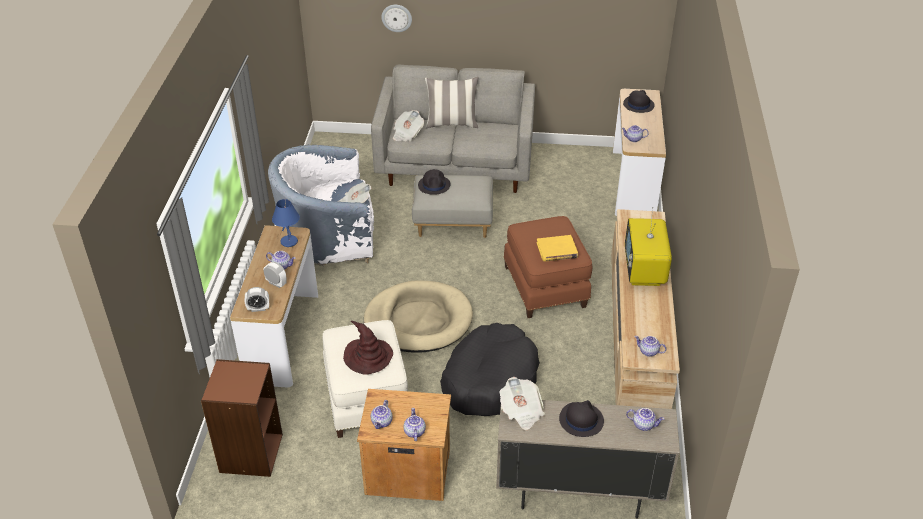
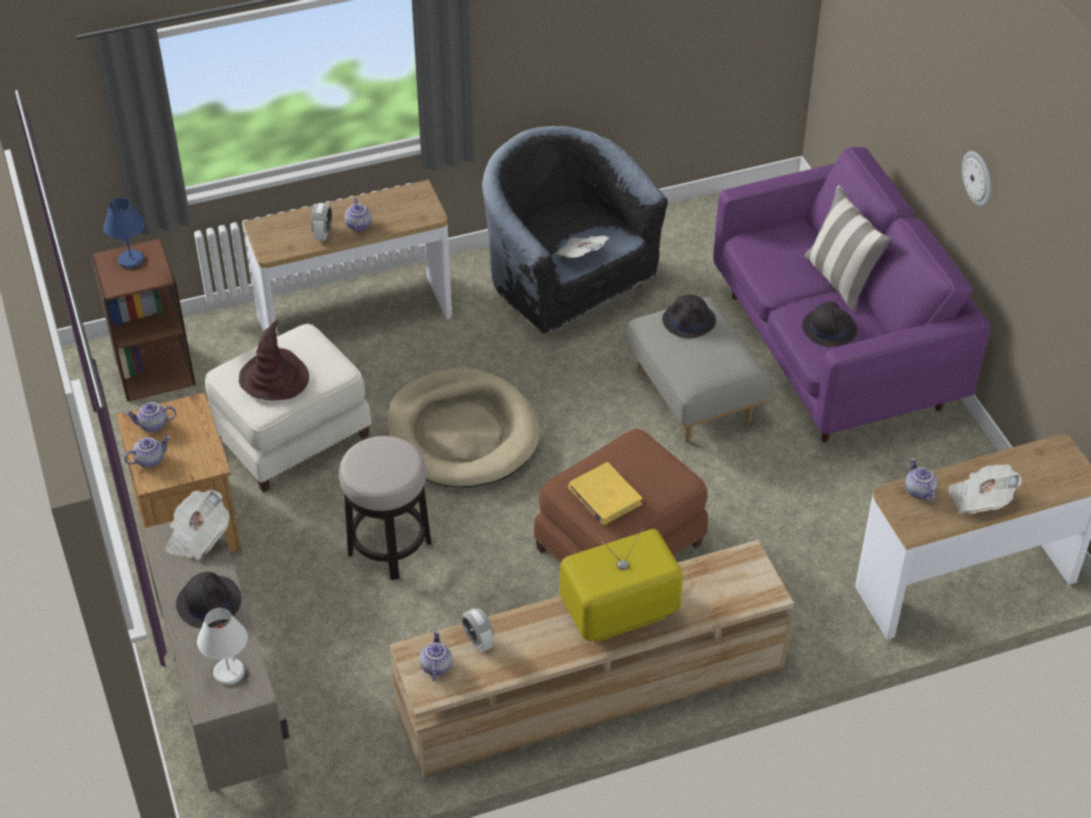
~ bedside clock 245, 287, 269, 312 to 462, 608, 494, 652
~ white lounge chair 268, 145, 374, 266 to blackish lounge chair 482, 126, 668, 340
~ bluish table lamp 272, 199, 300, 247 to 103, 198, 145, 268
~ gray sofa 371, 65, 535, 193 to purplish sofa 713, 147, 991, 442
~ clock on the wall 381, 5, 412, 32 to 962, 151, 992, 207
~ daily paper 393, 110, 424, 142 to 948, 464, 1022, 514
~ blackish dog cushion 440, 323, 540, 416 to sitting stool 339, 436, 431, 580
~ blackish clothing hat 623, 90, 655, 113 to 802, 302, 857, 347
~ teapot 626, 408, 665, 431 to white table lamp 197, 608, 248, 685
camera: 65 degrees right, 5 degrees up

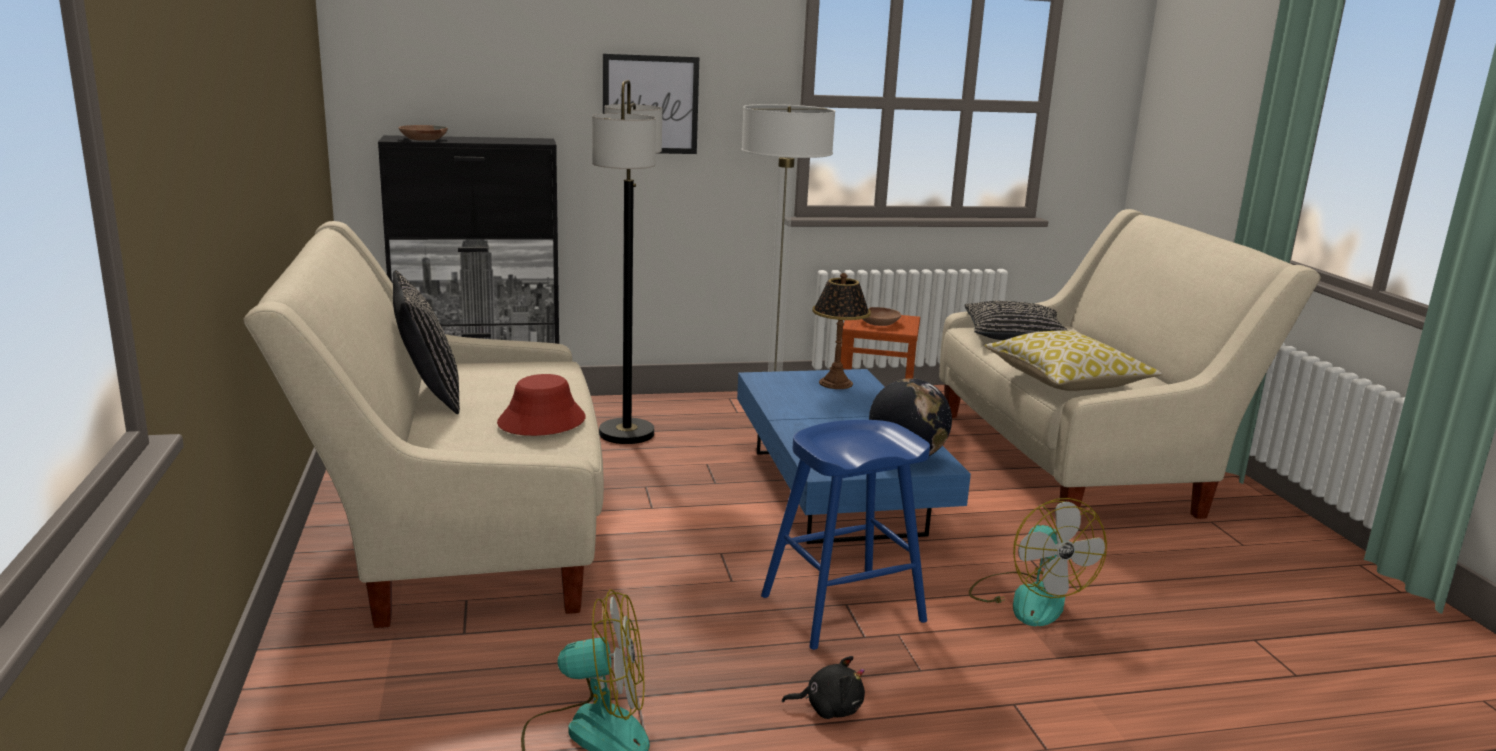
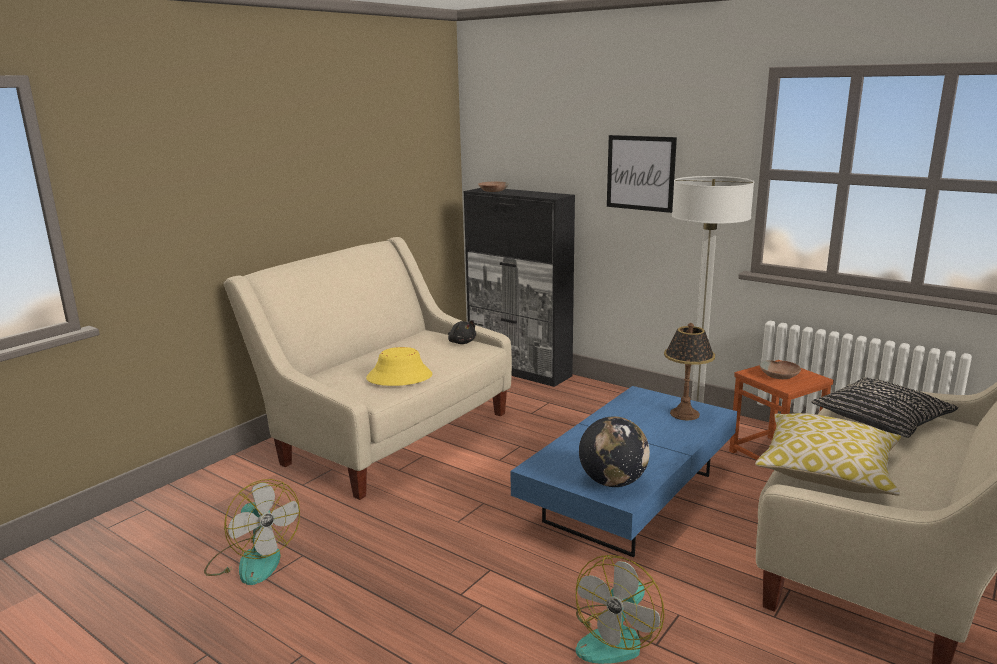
- blackish throw pillow 393, 270, 460, 414
~ red clothing hat 497, 374, 586, 436 to yellow-coloured clothing hat 366, 347, 432, 386
- floor lamp 592, 80, 662, 444
- bluish sitting stool 761, 420, 930, 650
~ blackish soft toy 782, 656, 865, 719 to 448, 320, 476, 344
camera: 50 degrees right, 0 degrees up

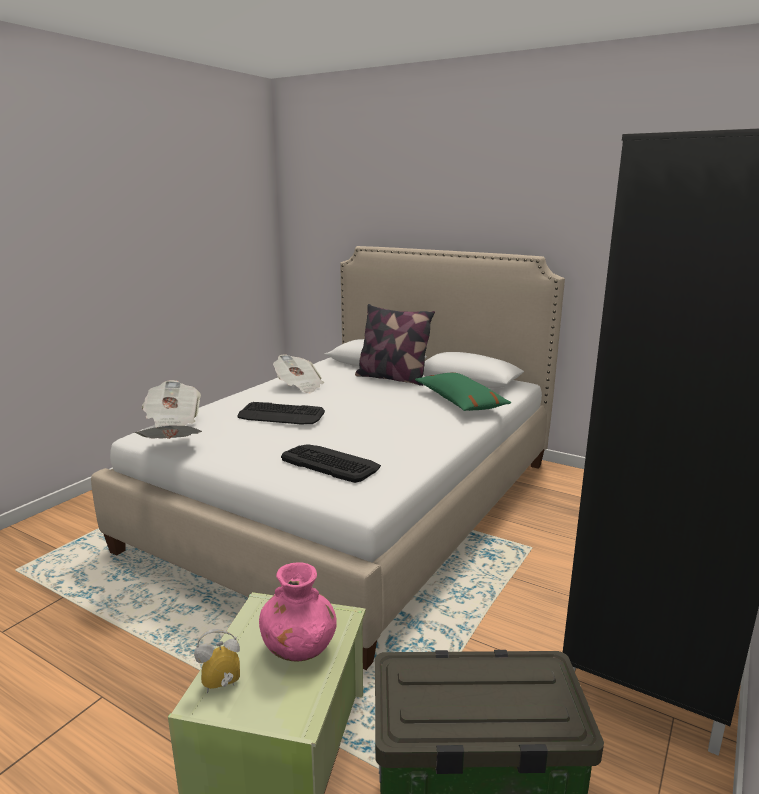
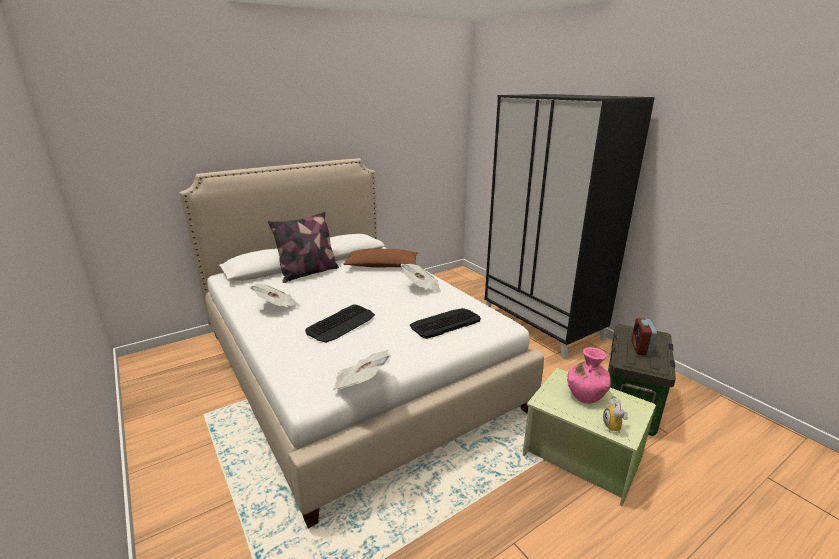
~ daily paper 142, 380, 201, 427 to 401, 264, 441, 292
~ green throw pillow 415, 373, 511, 411 to brown throw pillow 343, 249, 418, 267
+ bedside clock 631, 318, 657, 356
camera: 65 degrees left, 5 degrees up

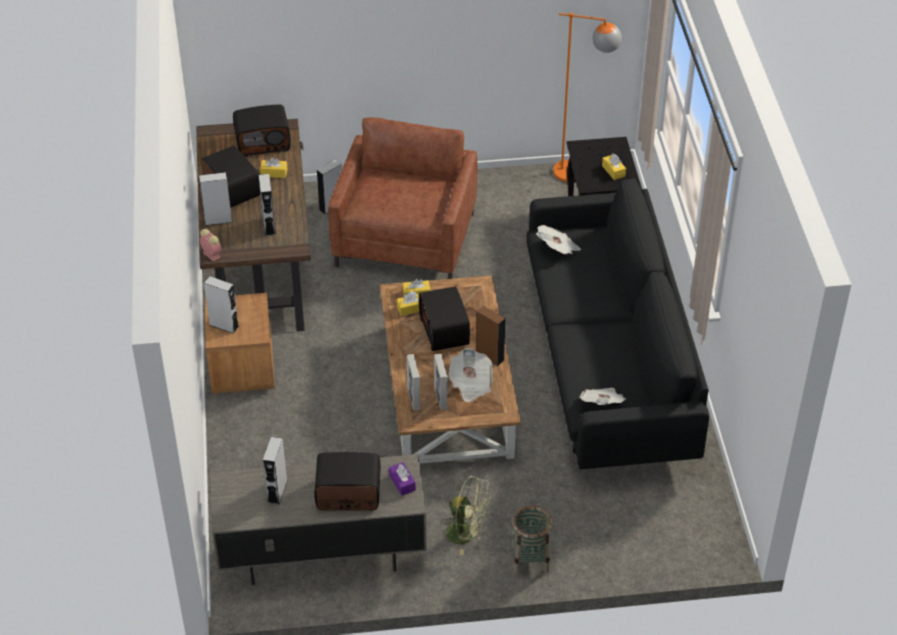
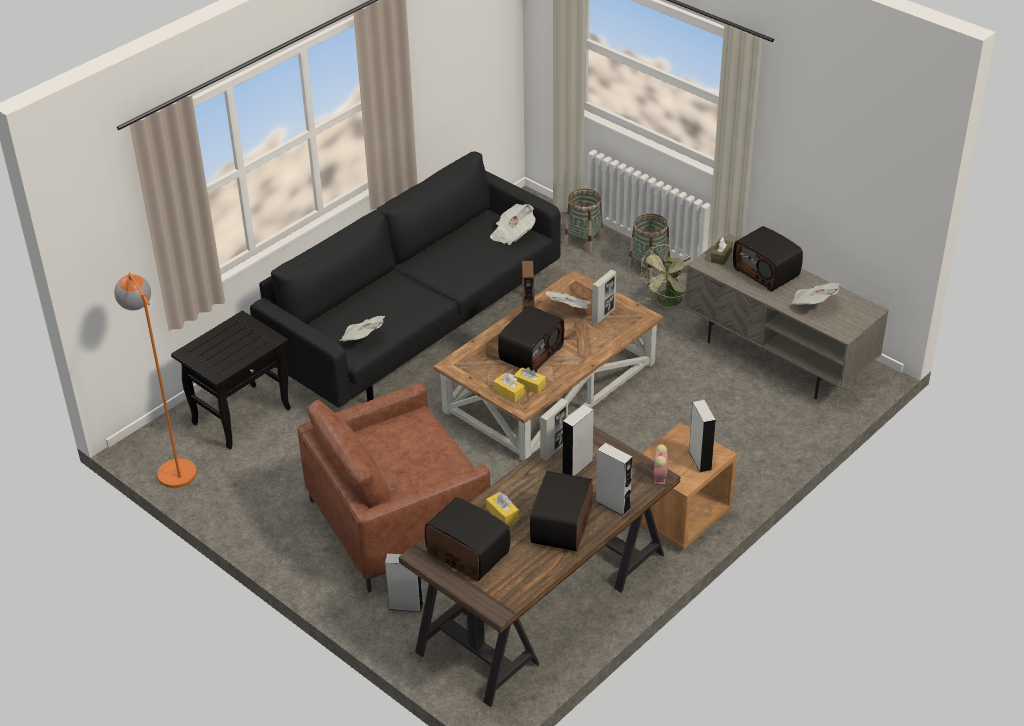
~ gray audio speaker 263, 437, 288, 504 to daily paper 791, 283, 840, 305
~ purplish box of tissues 389, 462, 416, 496 to brown box of tissues 711, 237, 733, 265
~ photo frame 407, 354, 421, 410 to 540, 398, 568, 460
~ green cooling fan 441, 475, 491, 555 = 639, 244, 692, 306 135 degrees counterclockwise
- yellow-coloured box of tissues 602, 154, 626, 180
+ household basket 564, 189, 603, 253
camera: 130 degrees left, 5 degrees down

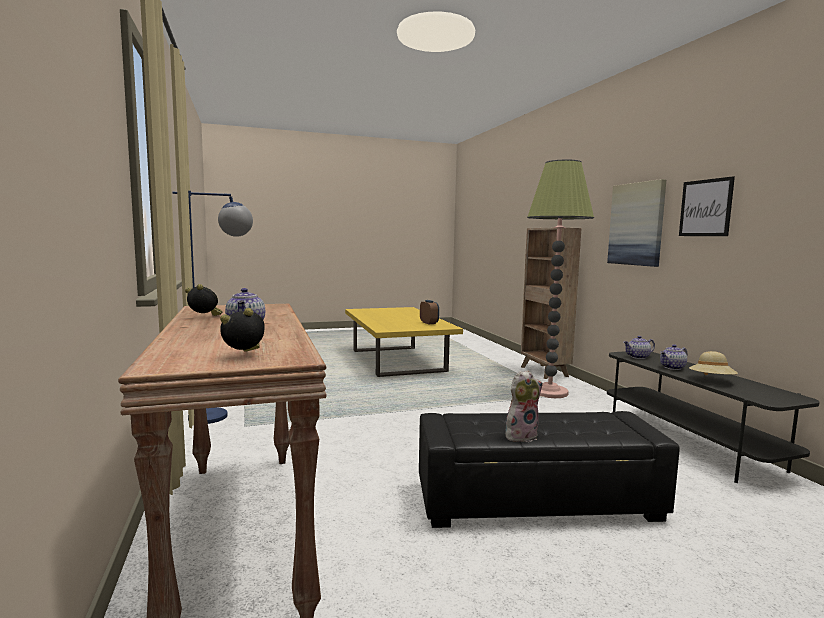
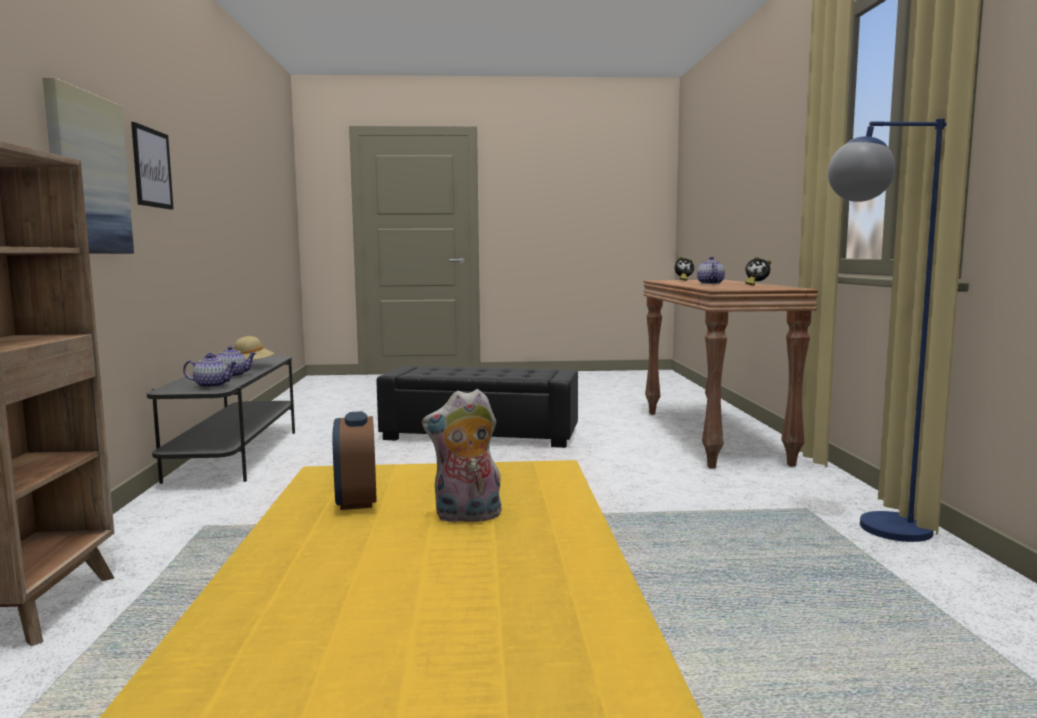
~ soft toy 505, 370, 543, 442 to 422, 389, 503, 524
- floor lamp 527, 159, 594, 398
camera: 165 degrees left, 0 degrees up

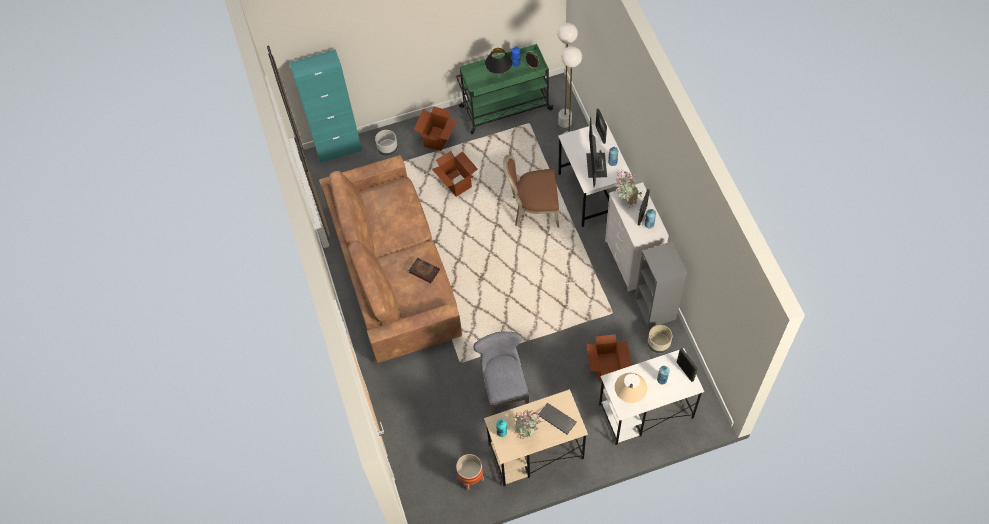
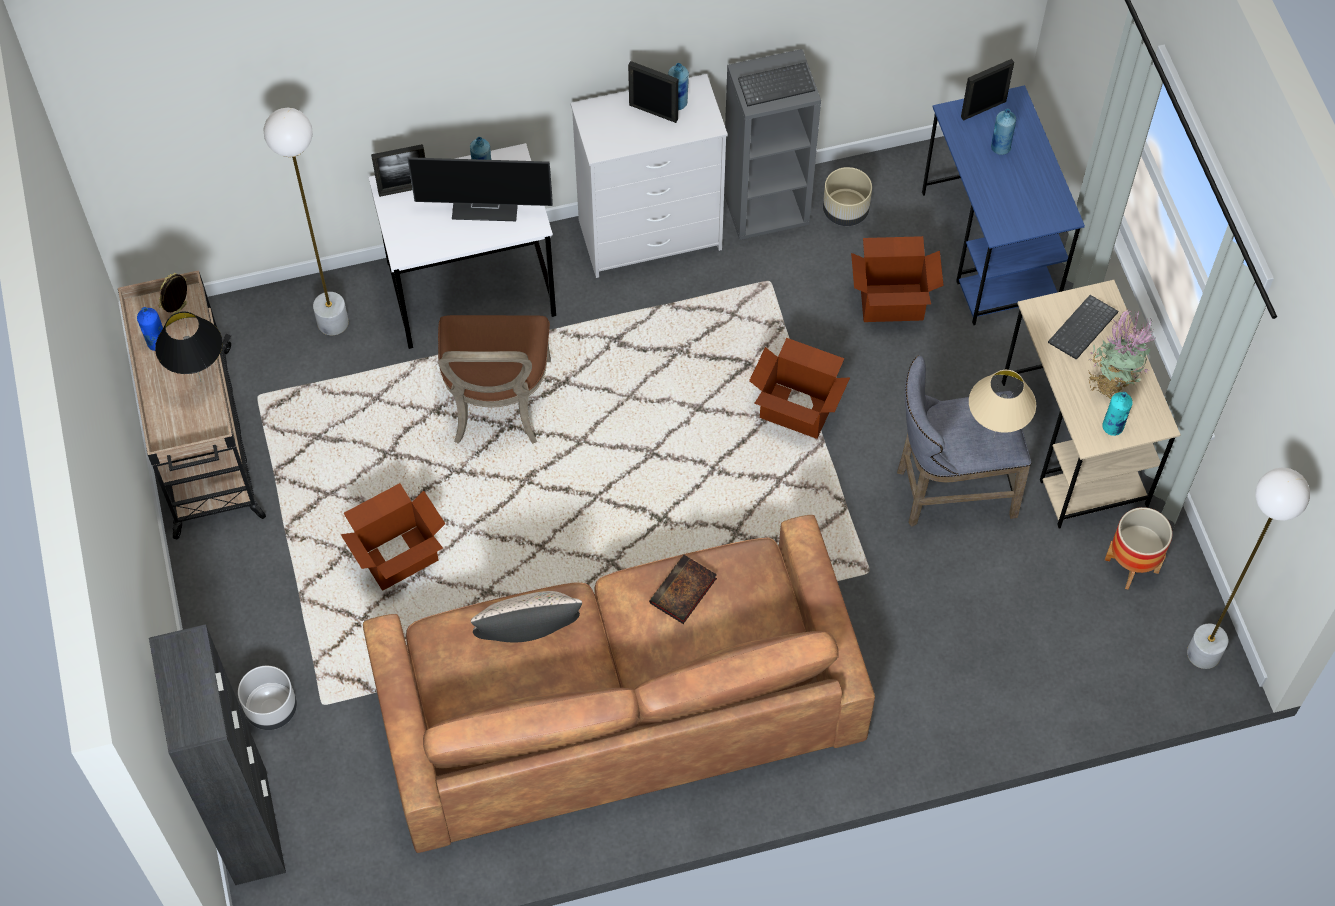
~ turquoise-coloured storage cabinet 289, 49, 362, 163 to blackish storage cabinet 149, 624, 286, 885
~ carton 414, 106, 457, 151 to 749, 338, 850, 439
~ green wheeled cart 456, 44, 554, 134 to sand-coloured wheeled cart 118, 270, 266, 539
~ white floor lamp 557, 23, 578, 128 to 1187, 468, 1310, 669
~ white desk table 599, 348, 704, 445 to bluish desk table 922, 85, 1085, 325
- plant in a pot 614, 170, 643, 208
~ sand-coloured table lamp 615, 373, 647, 403 to 969, 370, 1036, 438
+ sand-coloured throw pillow 471, 591, 582, 642
+ PC keyboard 738, 62, 815, 107
camera: 90 degrees left, 0 degrees up

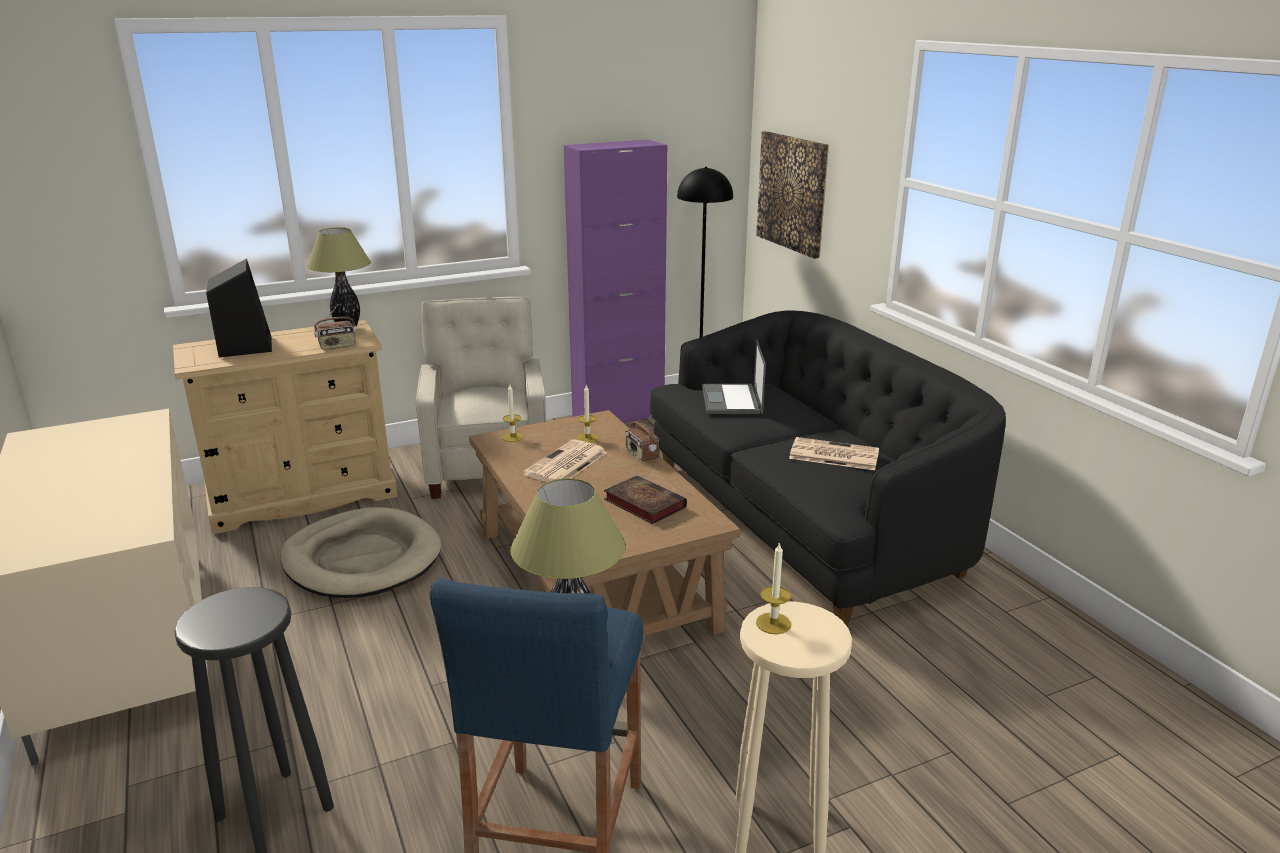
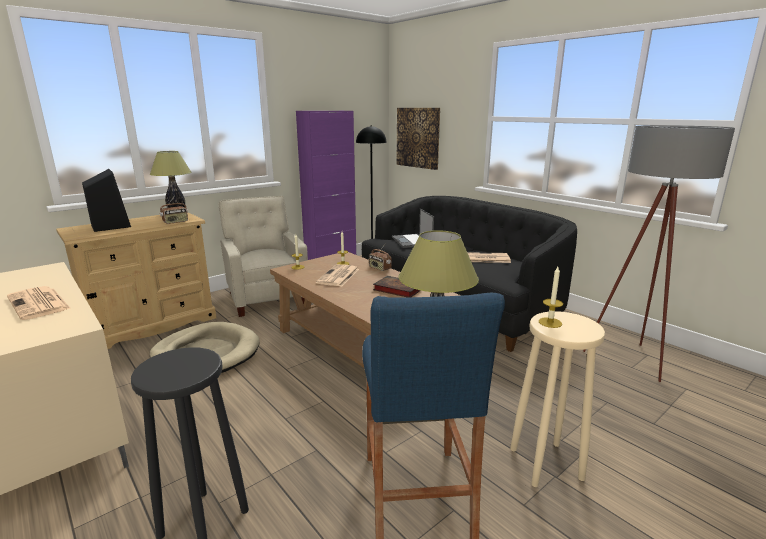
+ daily paper 7, 286, 71, 320
+ gray floor lamp 583, 125, 735, 382
camera: 15 degrees left, 5 degrees down

